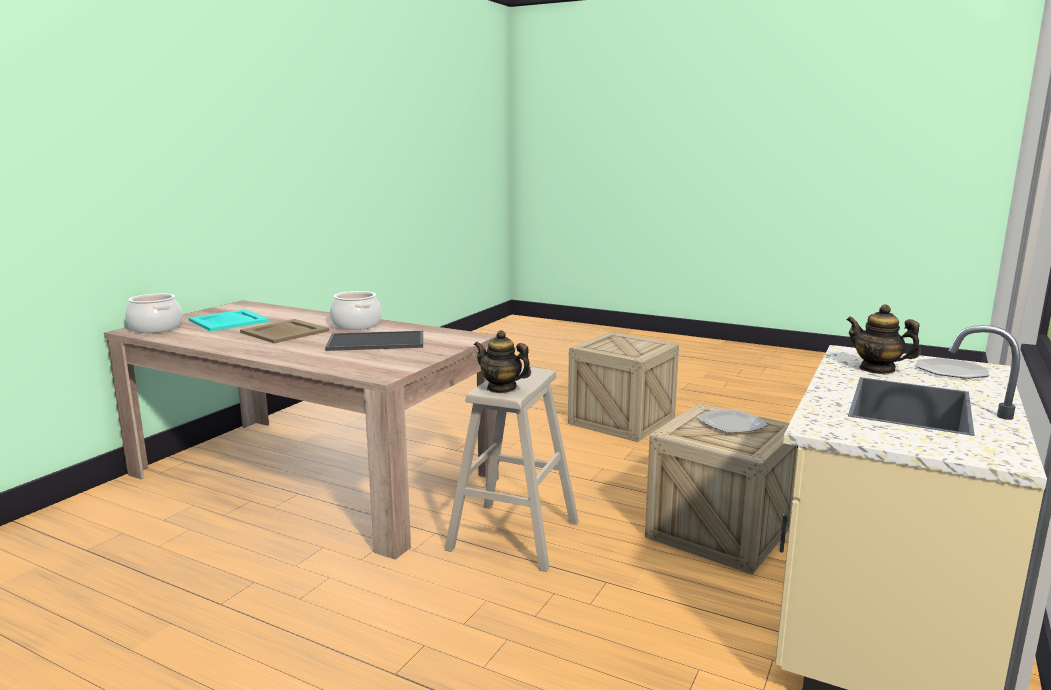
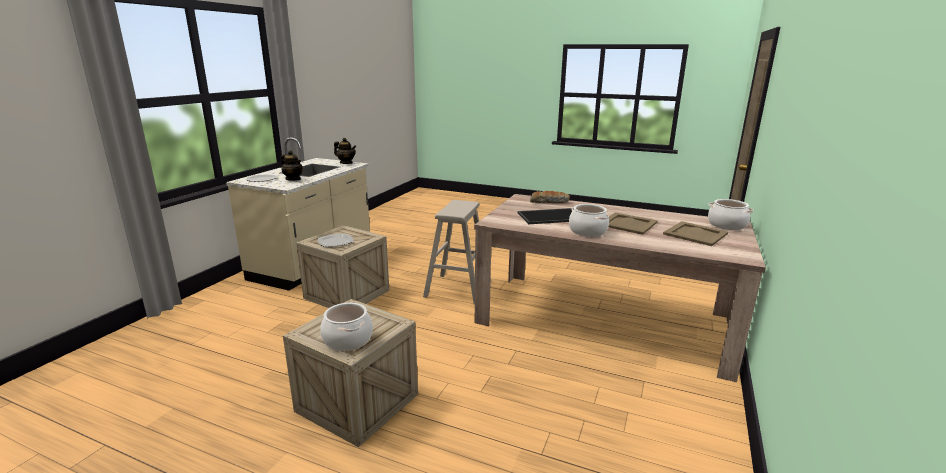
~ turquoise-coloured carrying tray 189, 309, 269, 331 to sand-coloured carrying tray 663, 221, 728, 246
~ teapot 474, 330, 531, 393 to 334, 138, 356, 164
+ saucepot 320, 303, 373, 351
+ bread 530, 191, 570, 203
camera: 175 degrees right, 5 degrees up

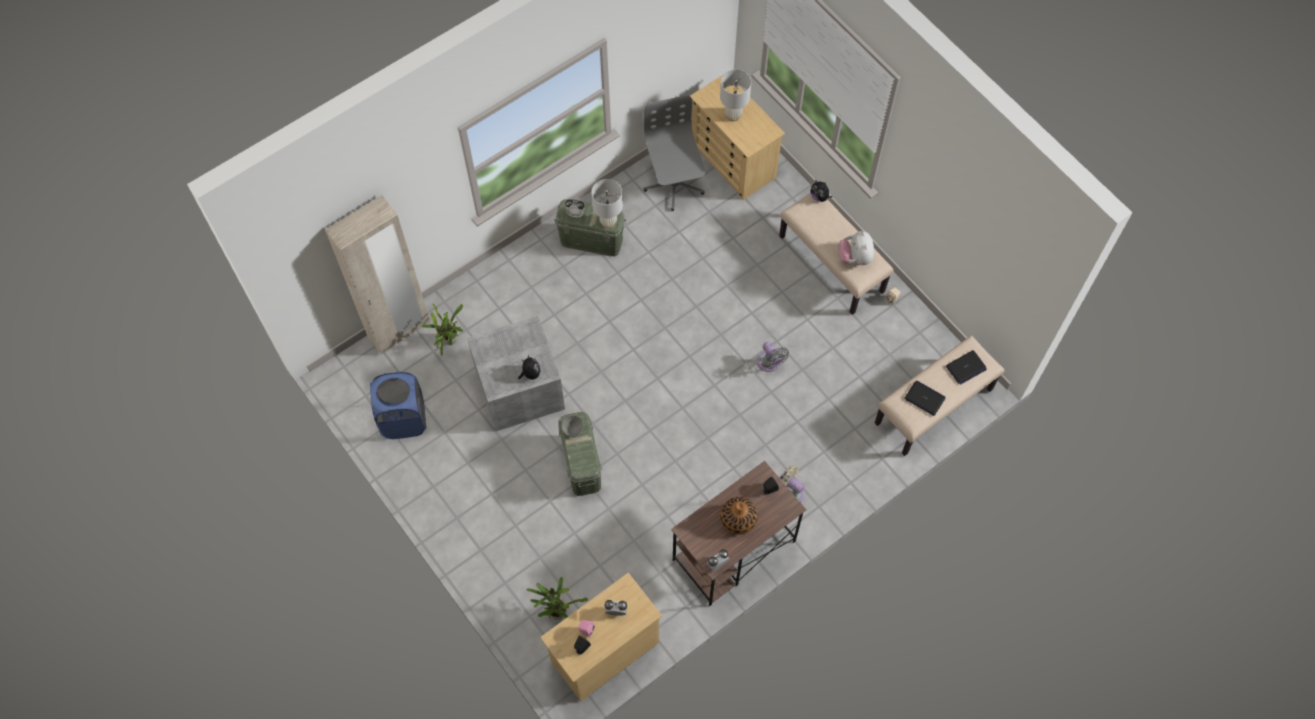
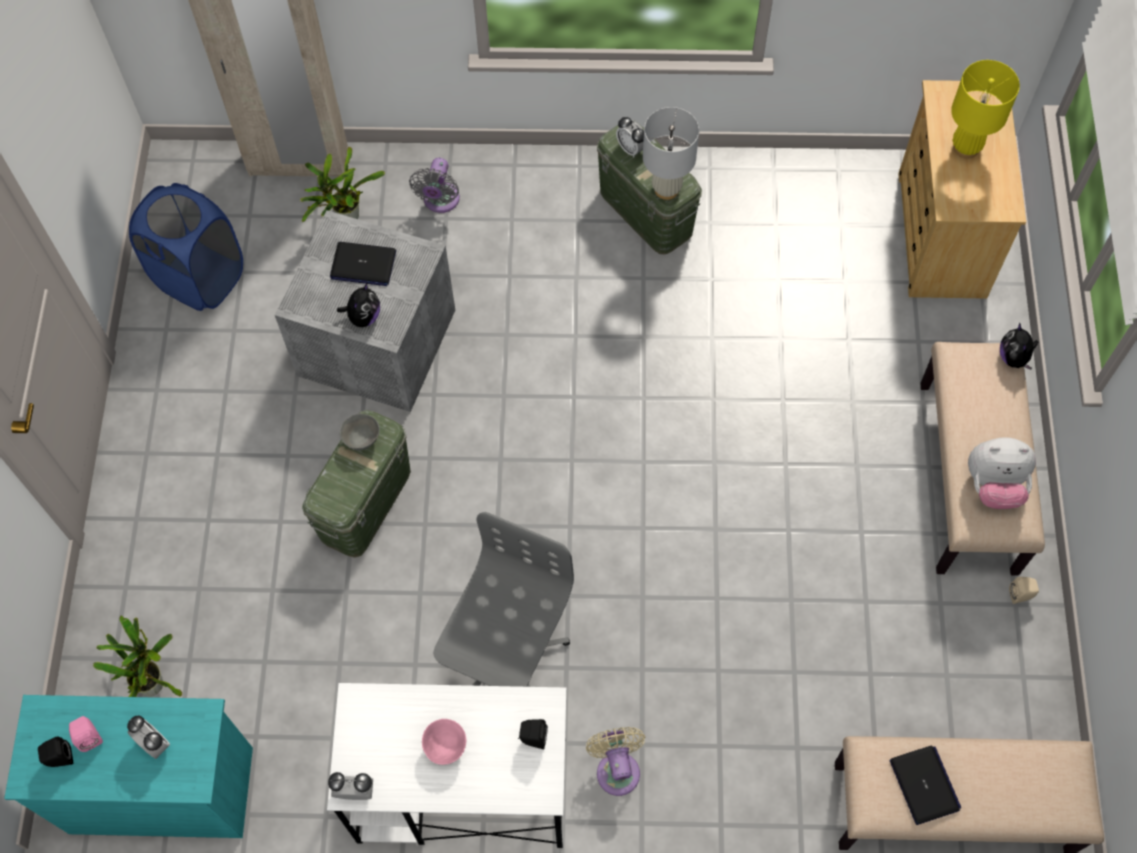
~ sand-coloured chest of drawers 540, 573, 662, 701 to turquoise-coloured chest of drawers 4, 695, 253, 838
~ gray desk chair 643, 95, 705, 211 to 433, 512, 574, 687
~ brown desk table 671, 461, 807, 606 to white desk table 327, 683, 566, 848
~ white table lamp 720, 69, 751, 121 to yellow-coloured table lamp 951, 60, 1020, 158
~ flower vase 720, 497, 758, 535 to pink deep dish 422, 719, 466, 765
~ gray cooling fan 757, 341, 789, 372 to 409, 158, 460, 213
~ soft toy 838, 231, 874, 265 = 968, 437, 1036, 509 120 degrees counterclockwise
~ notebook computer 946, 350, 987, 385 to 330, 242, 396, 286
camera: 40 degrees right, 0 degrees up

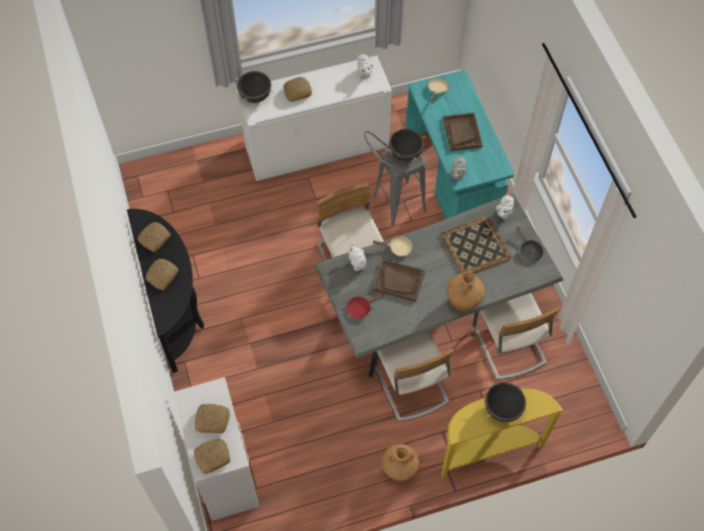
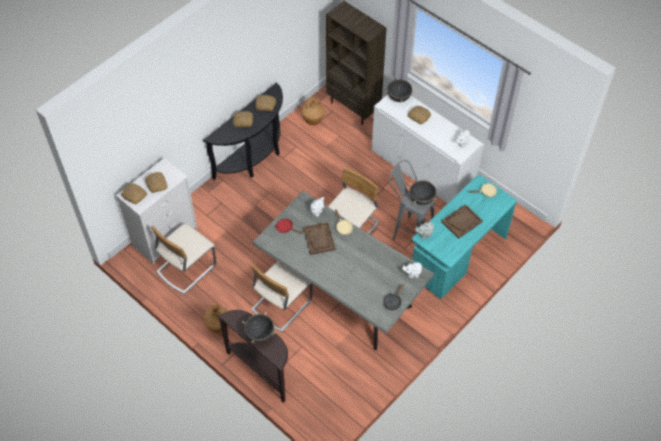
- carrying tray 440, 216, 511, 274
~ yellow-coloured console table 441, 389, 564, 479 to brown console table 218, 310, 288, 403
~ brown flower vase 447, 270, 485, 312 to 301, 97, 325, 125
~ sand-coloured upright chair 473, 293, 560, 380 to 151, 223, 216, 294
+ brown shelving unit 326, 1, 387, 125
camera: 60 degrees right, 5 degrees down

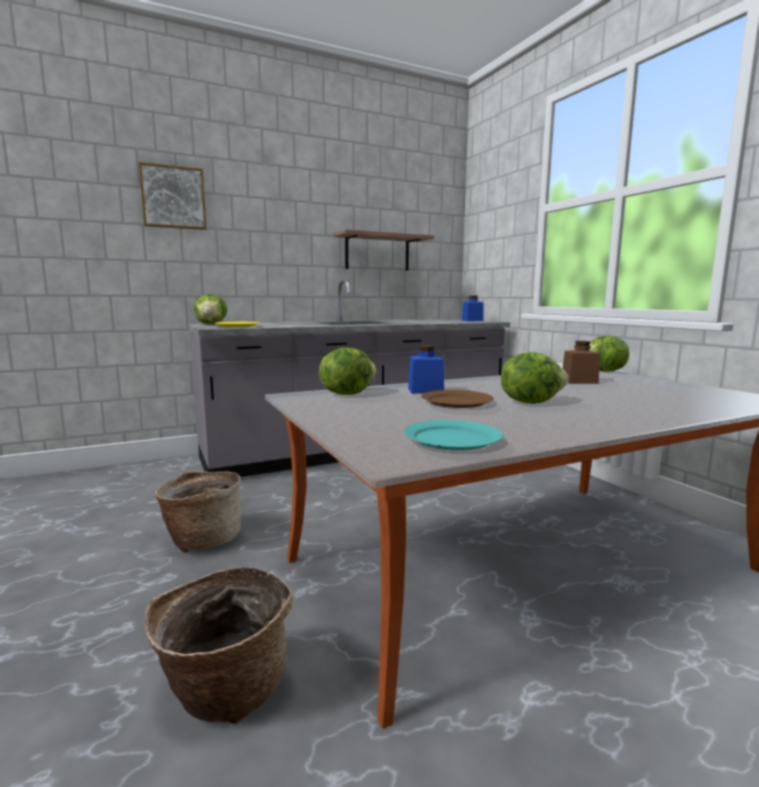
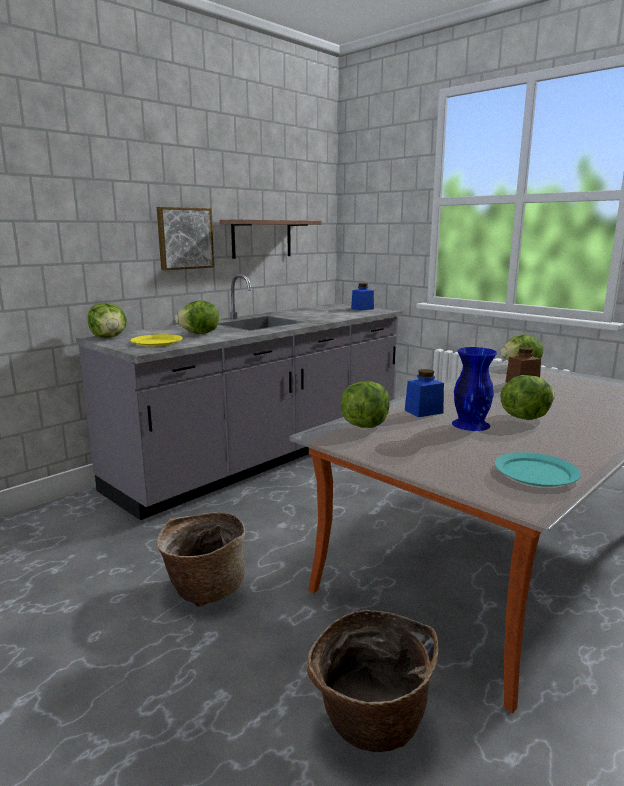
~ wall art 139, 162, 207, 230 to 157, 207, 214, 270
~ brown flat dish 421, 390, 494, 408 to bluish flower vase 452, 347, 497, 431
+ lettuce 175, 301, 219, 334
camera: 20 degrees left, 5 degrees up

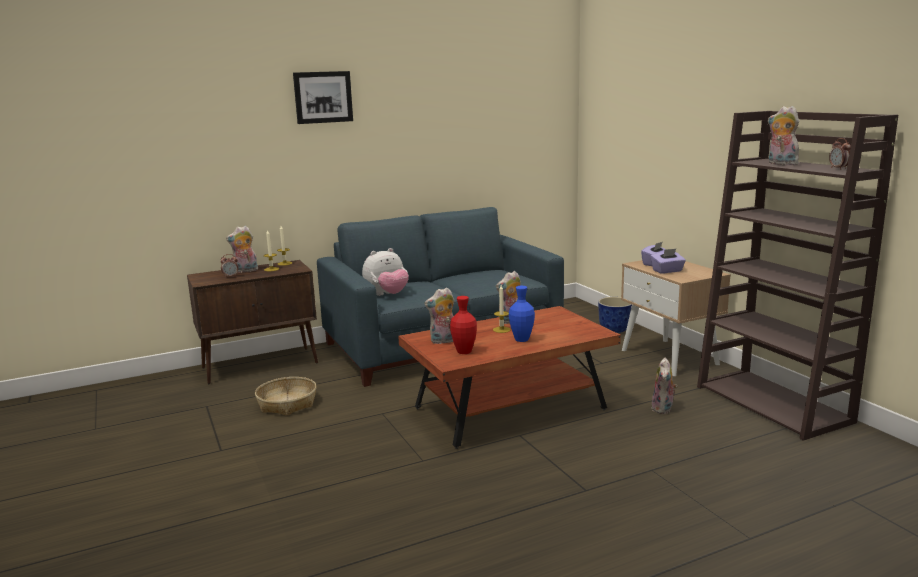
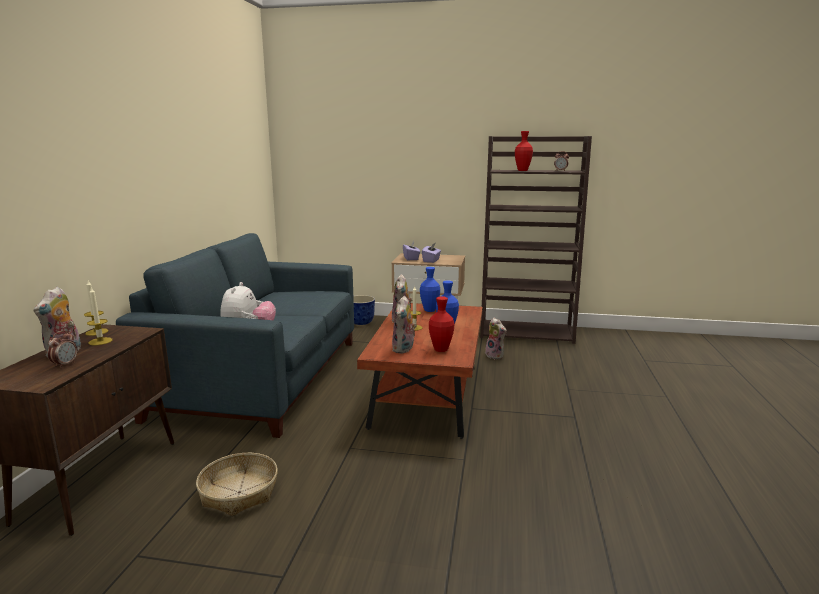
- wall art 293, 71, 353, 124
~ soft toy 768, 106, 799, 165 to red flower vase 515, 131, 533, 171
+ bluish flower vase 420, 267, 440, 312
camera: 55 degrees left, 0 degrees up

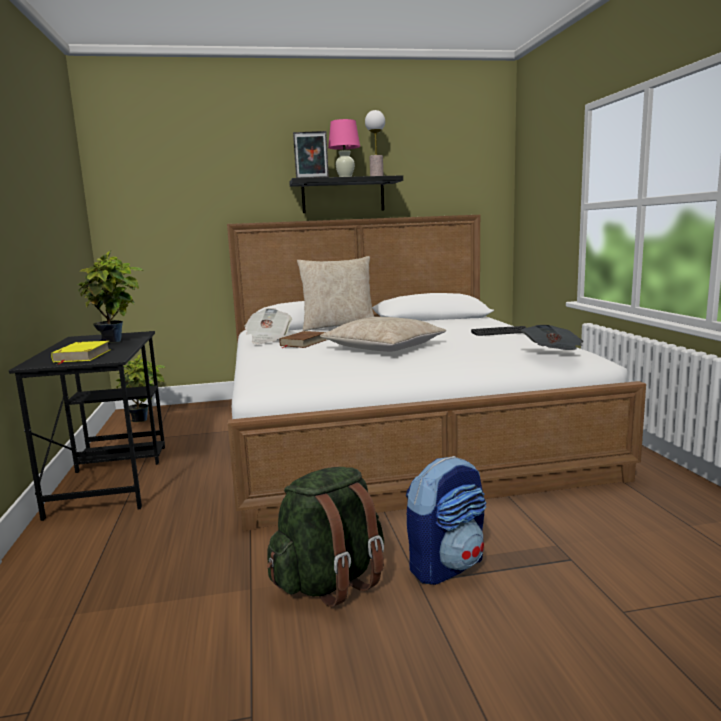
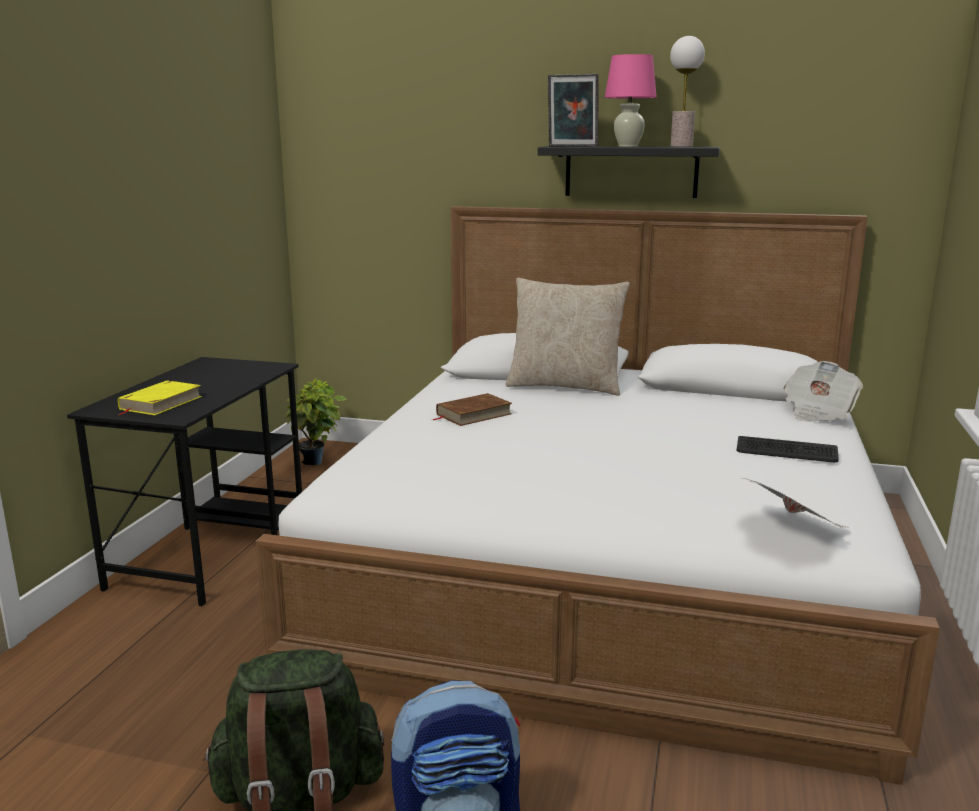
- plant in a pot 77, 251, 144, 343
~ daily paper 244, 308, 292, 344 to 784, 361, 863, 422
- sand-coloured throw pillow 320, 317, 446, 352
camera: 25 degrees right, 5 degrees up

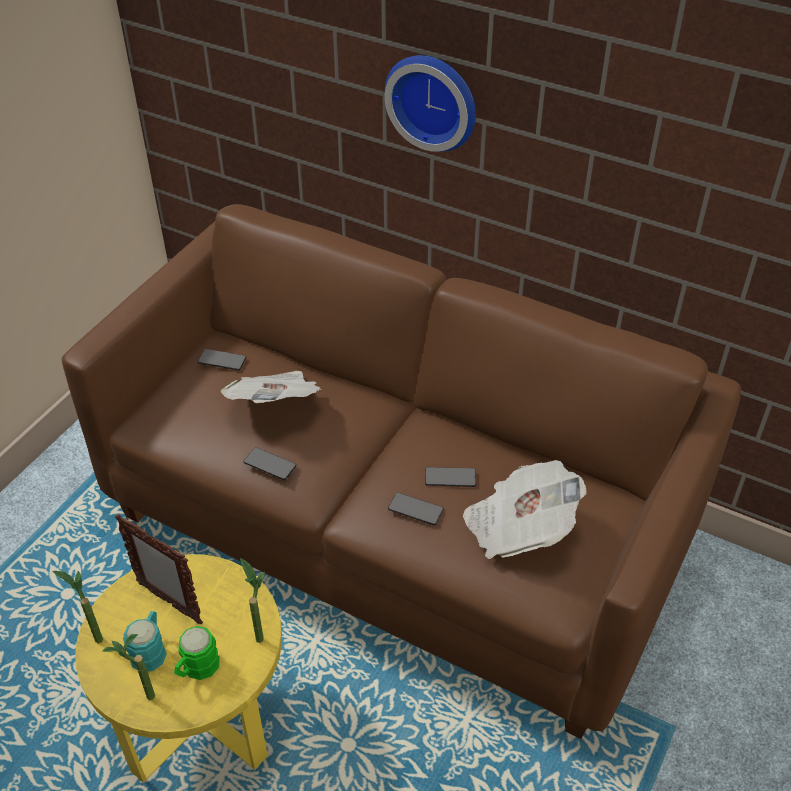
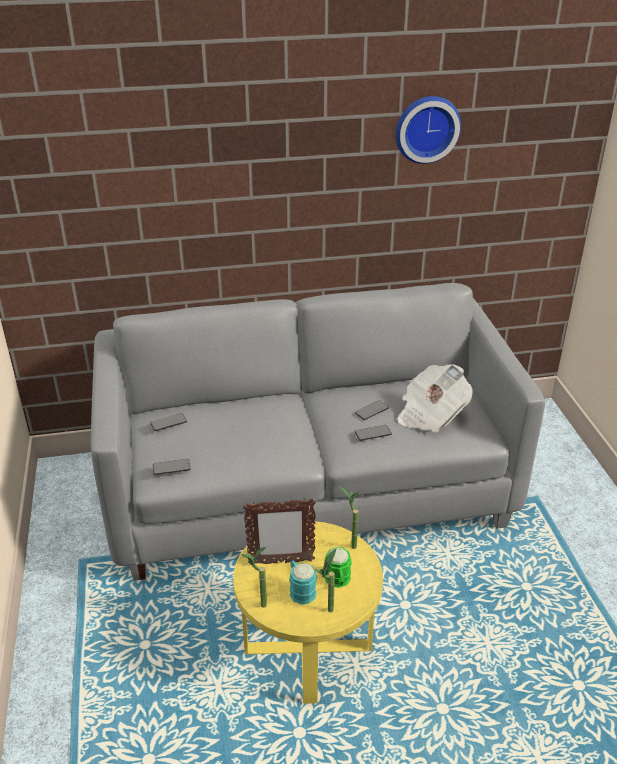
~ brown sofa 62, 204, 741, 739 to gray sofa 91, 283, 545, 581
- daily paper 221, 371, 322, 403
~ phone 243, 447, 296, 480 to 153, 459, 190, 475
~ clock on the wall 385, 55, 476, 152 to 395, 96, 461, 164
camera: 40 degrees left, 10 degrees down

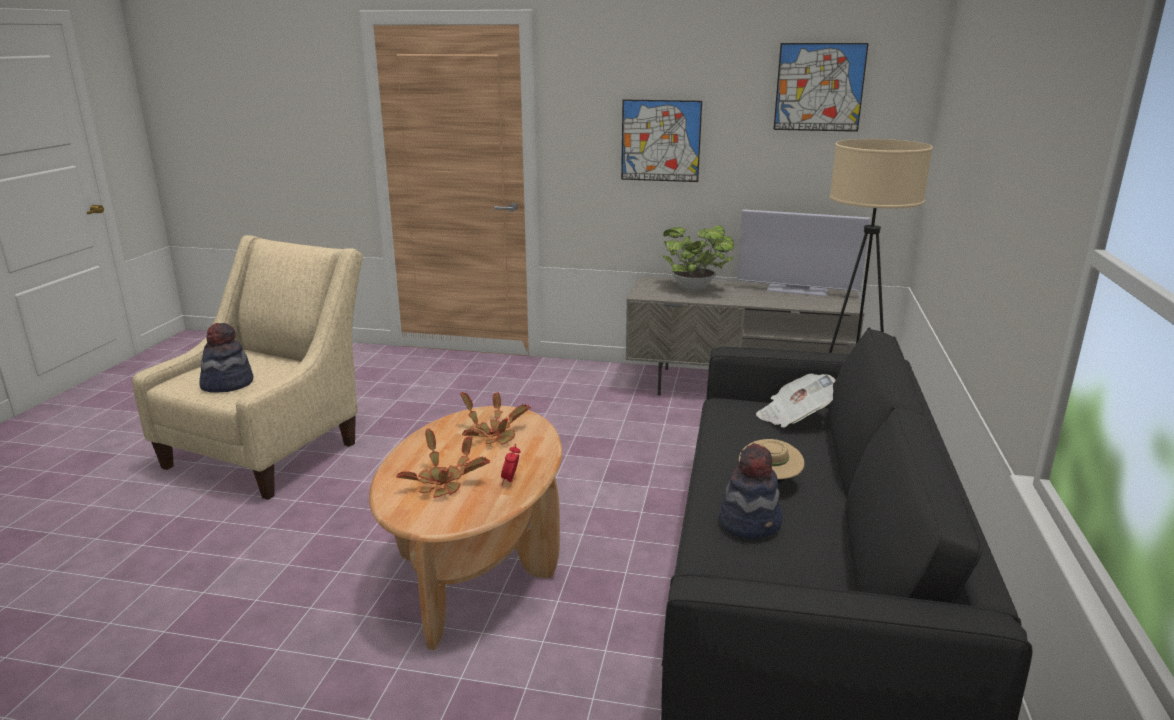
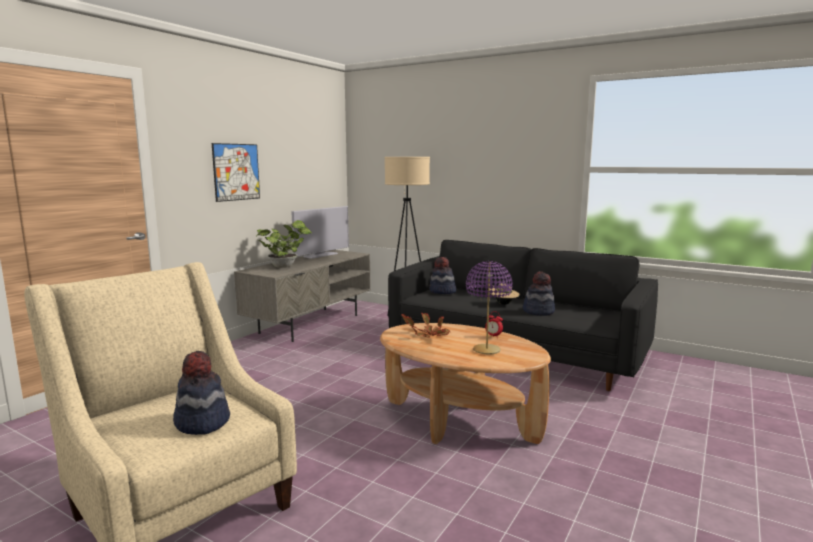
~ plant in a pot 396, 428, 490, 498 to purplish table lamp 466, 261, 512, 354
~ daily paper 756, 374, 836, 427 to clothing hat 429, 257, 456, 294
- wall art 773, 43, 869, 132
camera: 70 degrees left, 10 degrees down

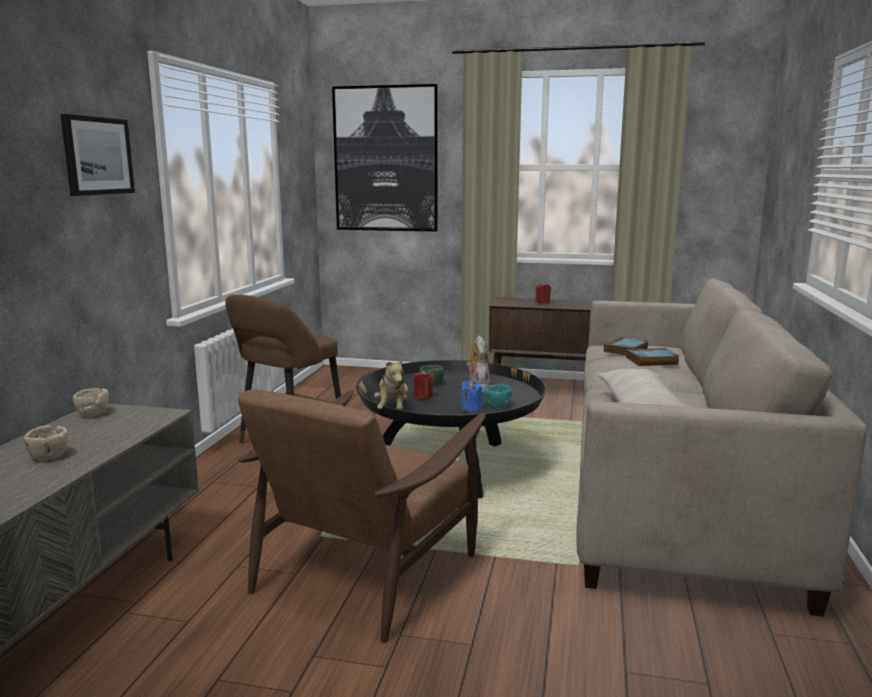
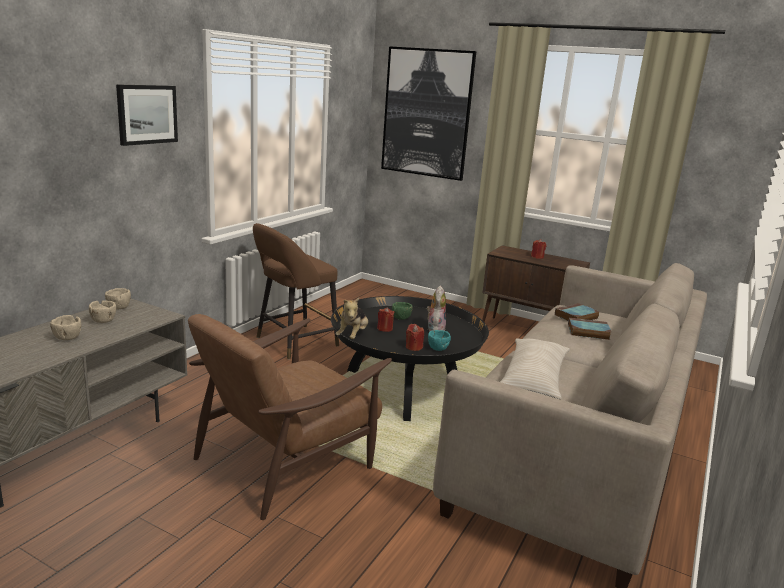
~ bluish wax light 461, 381, 482, 412 to red wax light 406, 324, 424, 351
+ sand-coloured deep dish 89, 300, 116, 323
camera: 15 degrees right, 5 degrees up

